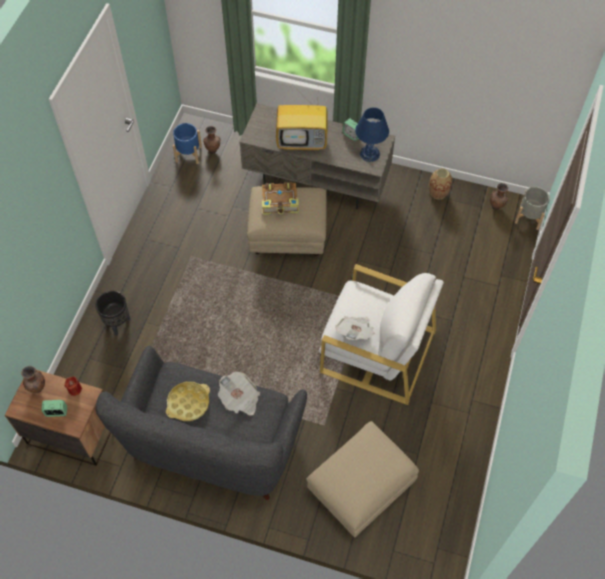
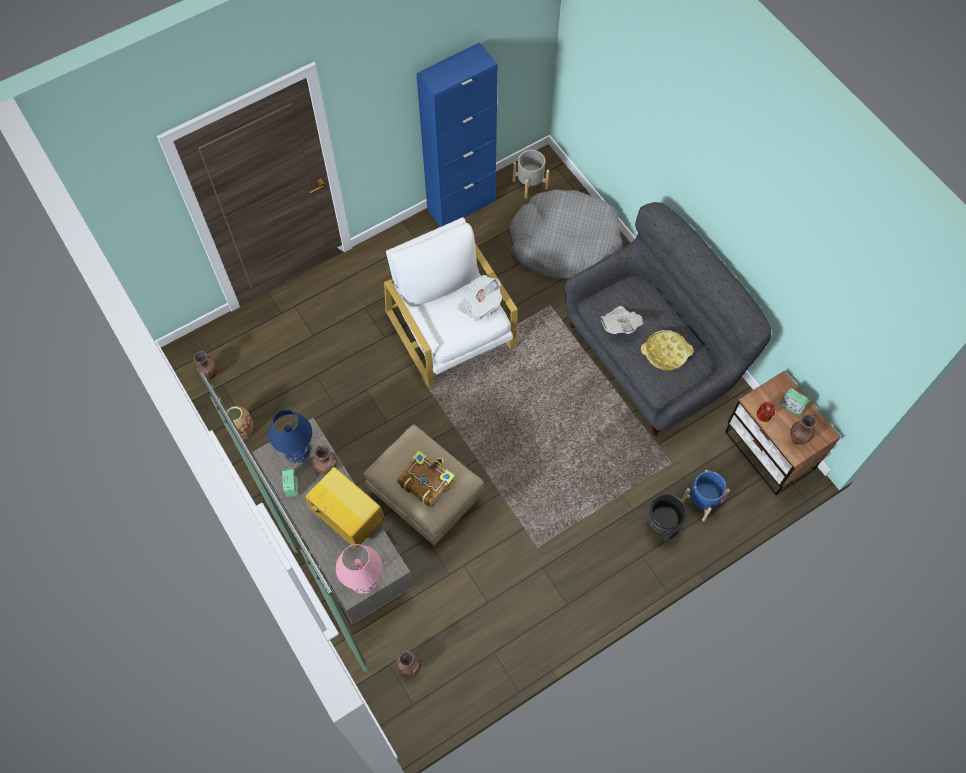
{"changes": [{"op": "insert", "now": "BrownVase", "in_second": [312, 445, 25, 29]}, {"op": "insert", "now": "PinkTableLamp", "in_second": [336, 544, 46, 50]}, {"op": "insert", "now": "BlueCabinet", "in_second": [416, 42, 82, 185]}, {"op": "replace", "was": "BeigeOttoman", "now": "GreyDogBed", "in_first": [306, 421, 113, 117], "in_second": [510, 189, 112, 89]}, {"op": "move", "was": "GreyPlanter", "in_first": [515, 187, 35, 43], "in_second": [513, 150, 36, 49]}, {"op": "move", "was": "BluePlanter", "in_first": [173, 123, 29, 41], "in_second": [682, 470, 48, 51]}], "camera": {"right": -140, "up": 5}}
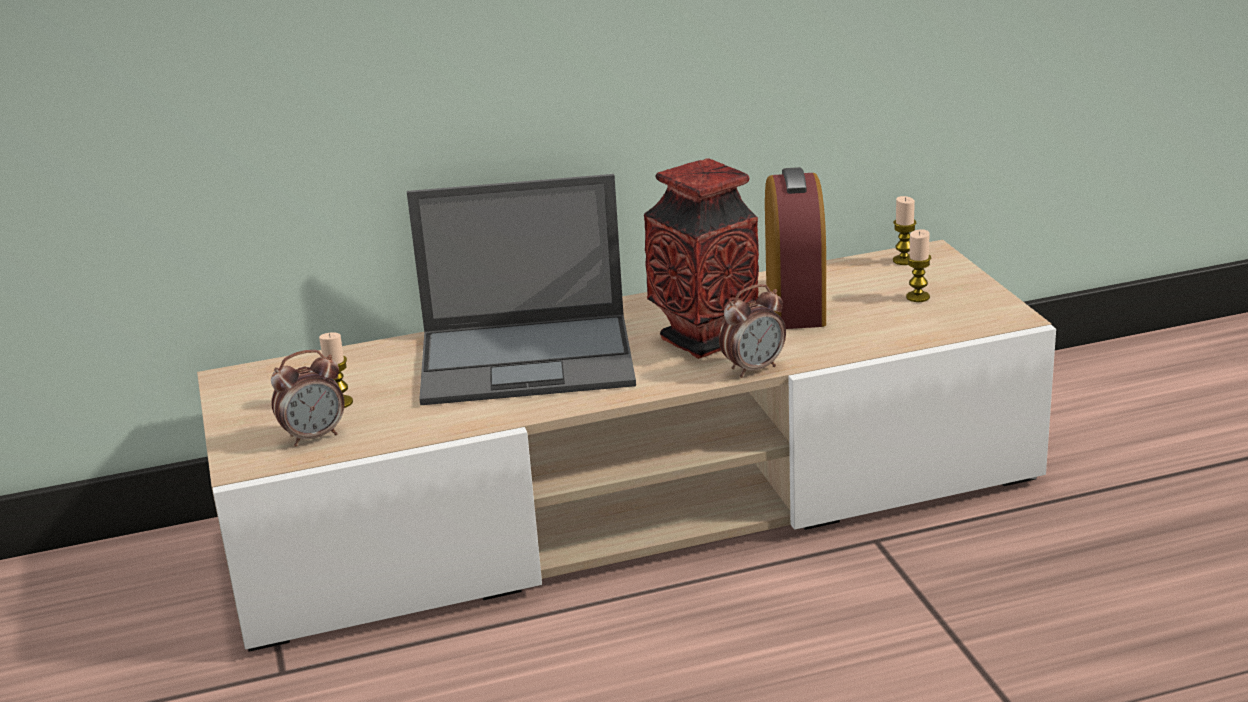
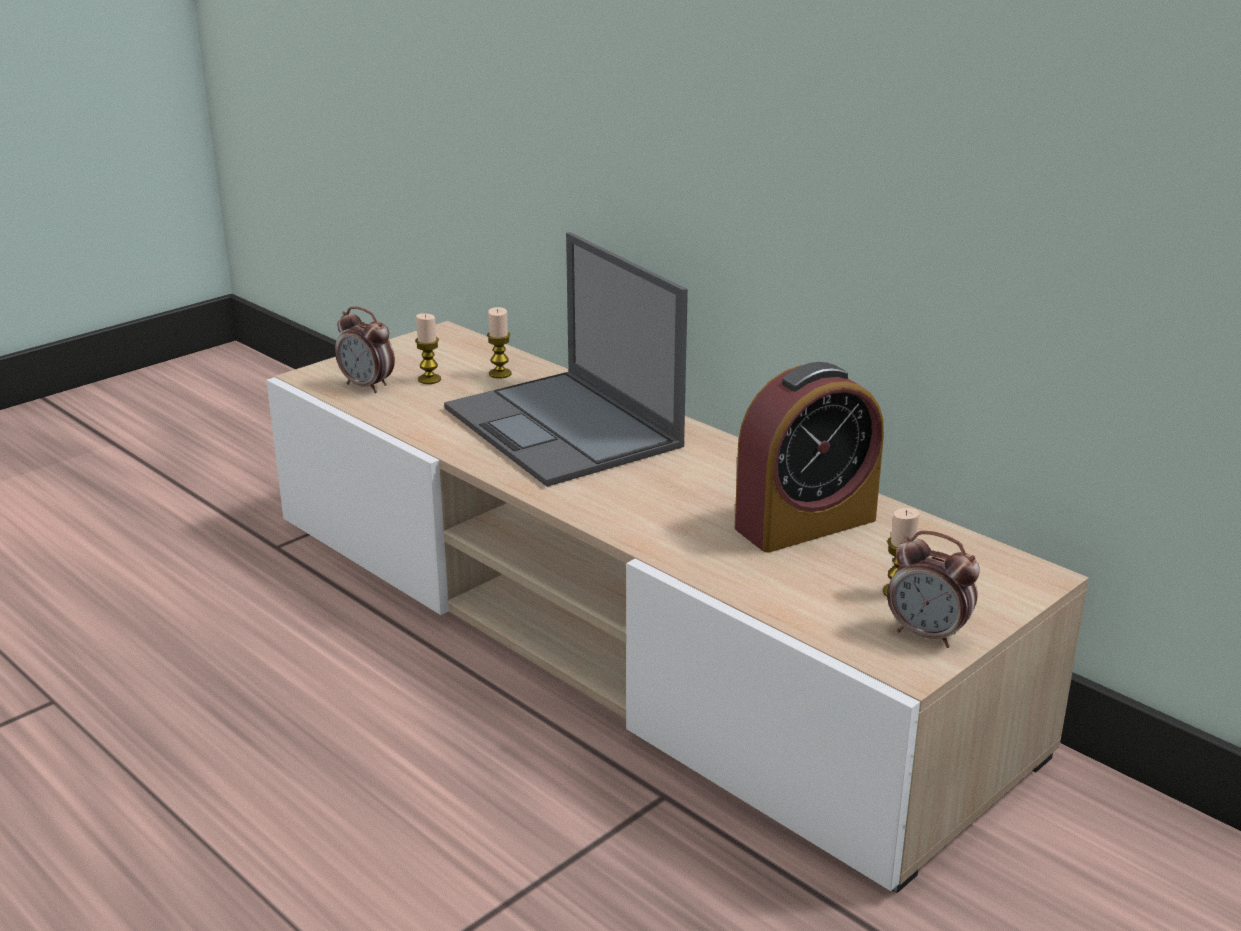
{"changes": [{"op": "move", "was": "Candle", "in_first": [893, 196, 23, 69], "in_second": [487, 307, 25, 72]}, {"op": "move", "was": "AlarmClock", "in_first": [719, 284, 67, 94], "in_second": [887, 531, 93, 117]}, {"op": "delete", "was": "Vase", "in_first": [644, 158, 115, 201]}], "camera": {"right": 60, "up": 0}}
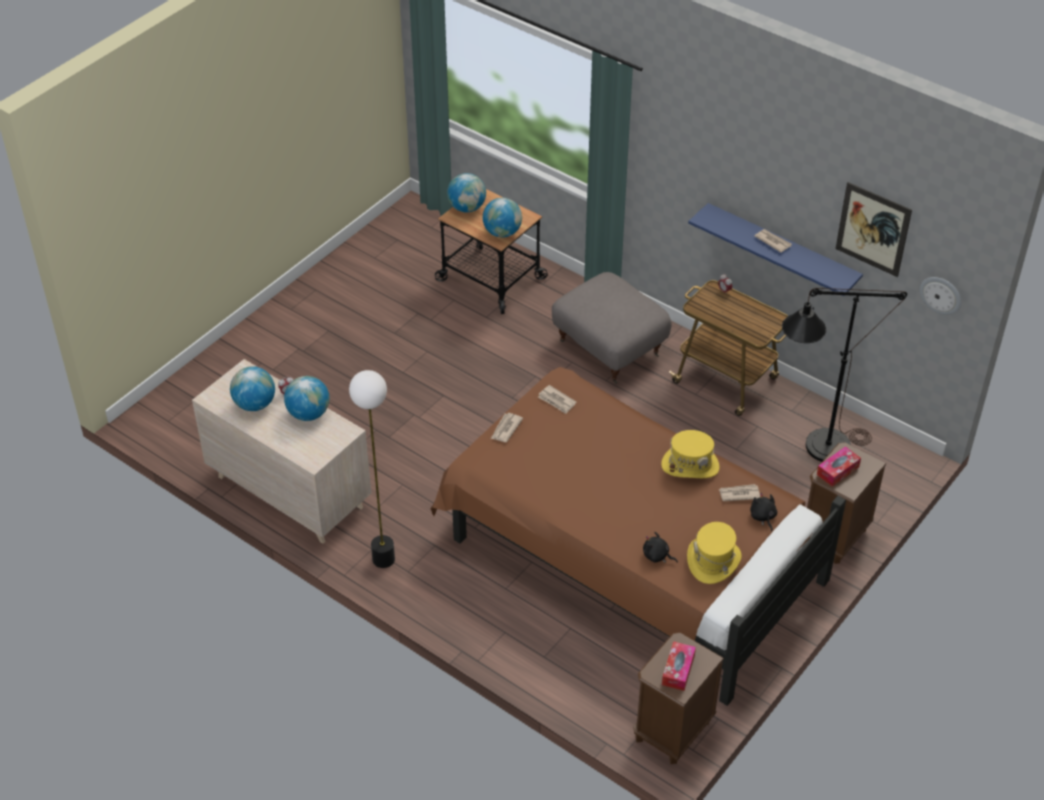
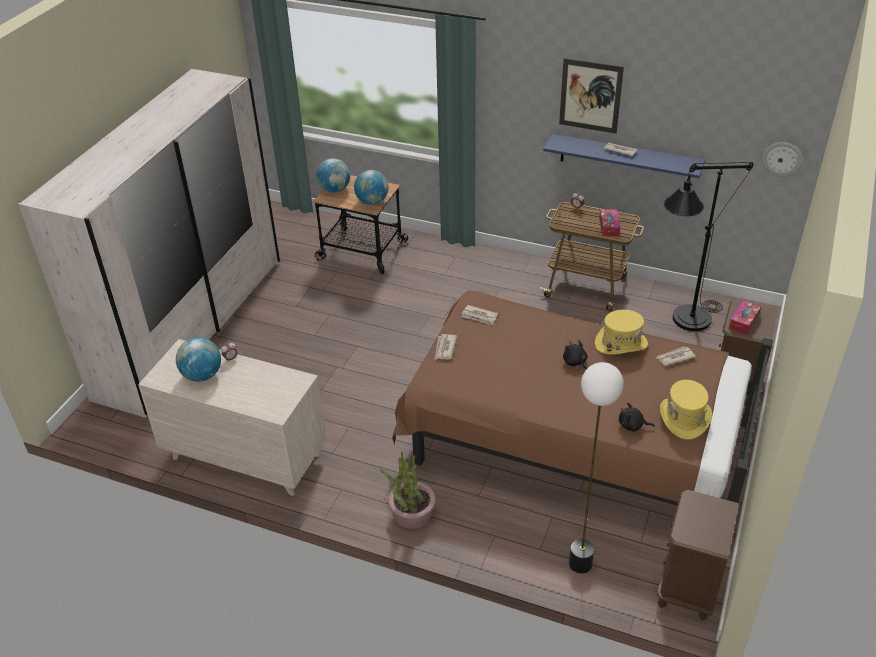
{"changes": [{"op": "insert", "now": "WhiteWardrobe", "in_second": [18, 69, 262, 349]}, {"op": "insert", "now": "PottedPlant", "in_second": [380, 451, 56, 78]}, {"op": "move", "was": "Picture", "in_first": [836, 182, 76, 95], "in_second": [559, 58, 65, 75]}, {"op": "move", "was": "BlackPlushToy", "in_first": [750, 493, 27, 39], "in_second": [563, 340, 25, 29]}, {"op": "move", "was": "FloorLamp", "in_first": [349, 370, 46, 198], "in_second": [569, 362, 55, 211]}, {"op": "move", "was": "TissueBox", "in_first": [662, 641, 34, 50], "in_second": [599, 209, 21, 28]}, {"op": "delete", "was": "Globe", "in_first": [284, 376, 46, 45]}, {"op": "delete", "was": "GreyOttoman", "in_first": [552, 272, 120, 112]}], "camera": {"right": -15, "up": -5}}
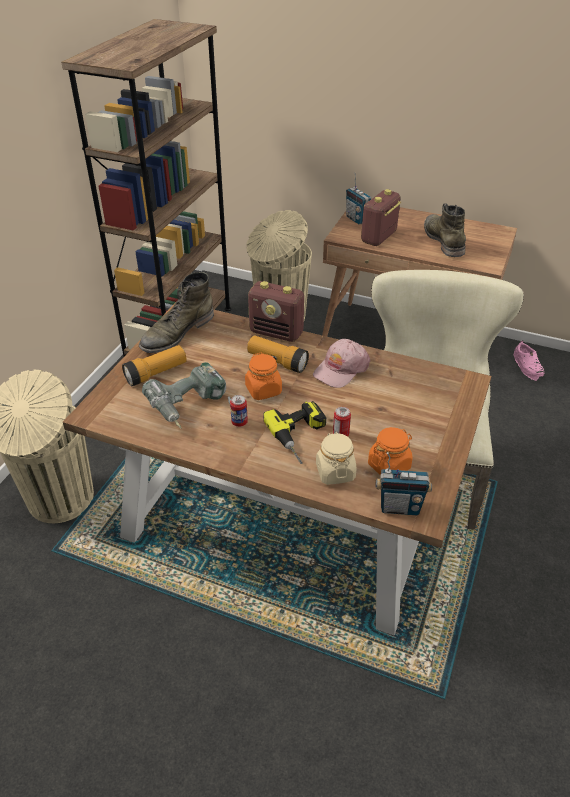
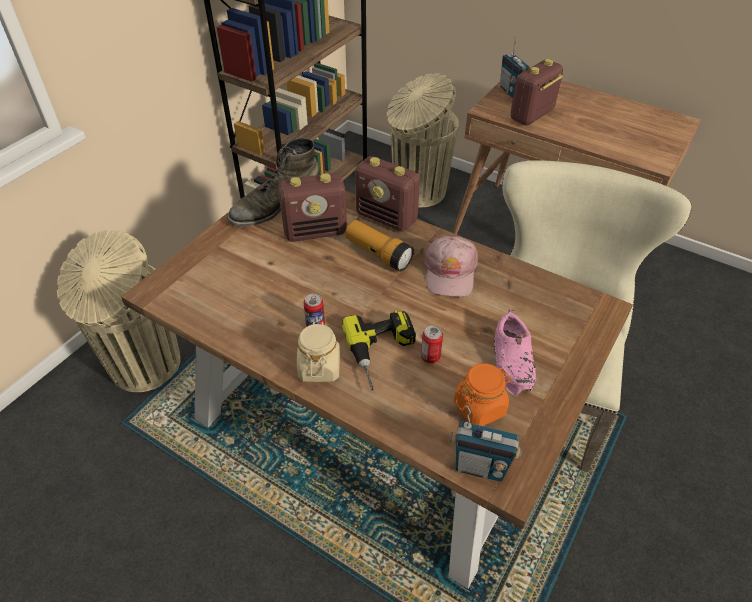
{"changes": [{"op": "insert", "now": "Radio", "in_second": [278, 173, 69, 69]}, {"op": "move", "was": "BeigeJar", "in_first": [316, 432, 40, 53], "in_second": [297, 322, 43, 60]}, {"op": "rotate", "was": "PinkCap", "in_first": [313, 339, 57, 49], "in_second": [424, 236, 54, 61], "clockwise": -45}, {"op": "move", "was": "PinkShoe", "in_first": [514, 341, 30, 40], "in_second": [494, 310, 42, 86]}, {"op": "delete", "was": "Flashlight", "in_first": [122, 345, 65, 41]}, {"op": "delete", "was": "PowerDrill", "in_first": [142, 362, 89, 66]}, {"op": "delete", "was": "OrangeJar", "in_first": [245, 353, 37, 47]}, {"op": "delete", "was": "GreenBoot", "in_first": [424, 203, 42, 54]}], "camera": {"right": 10, "up": 5}}
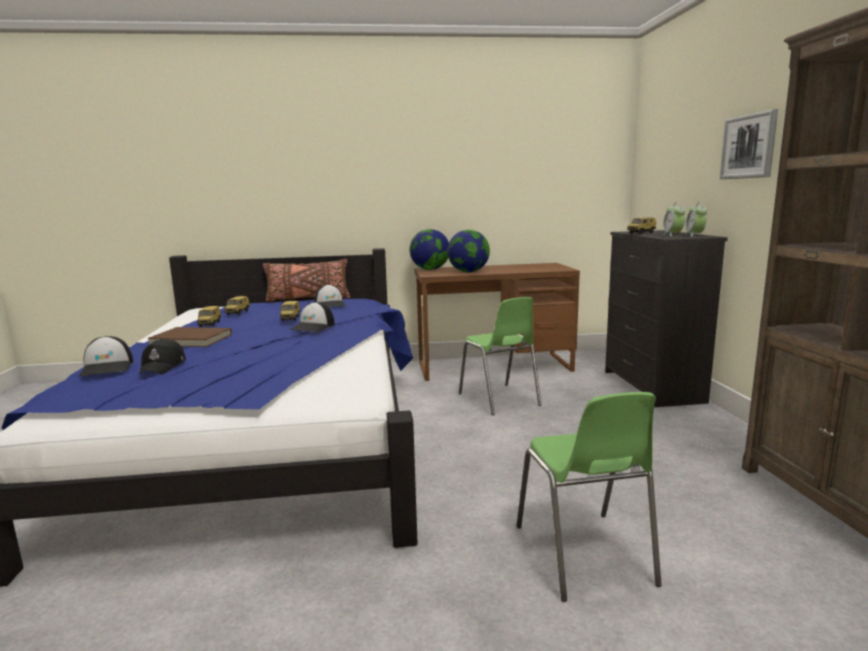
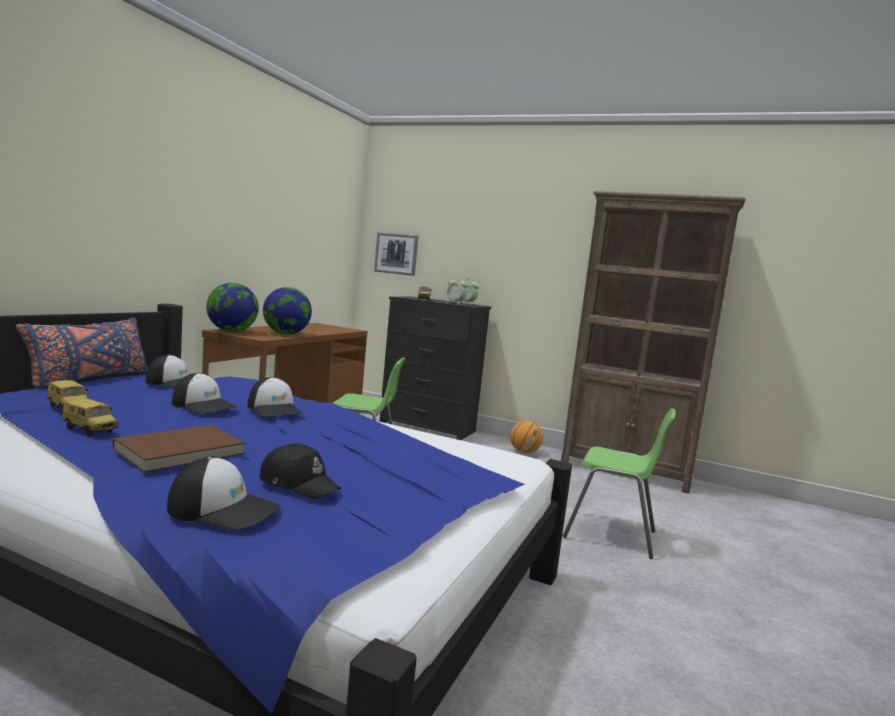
{"changes": [{"op": "recolor", "was": "BrownPillow", "now": "BluePillow", "in_first": [263, 259, 87, 43], "in_second": [16, 317, 132, 71]}, {"op": "replace", "was": "ToyCar", "now": "Cap", "in_first": [280, 301, 20, 21], "in_second": [172, 373, 66, 41]}, {"op": "move", "was": "Picture", "in_first": [720, 109, 58, 70], "in_second": [374, 232, 45, 44]}, {"op": "insert", "now": "Basketball", "in_second": [510, 421, 33, 32]}], "camera": {"right": -60, "up": -5}}
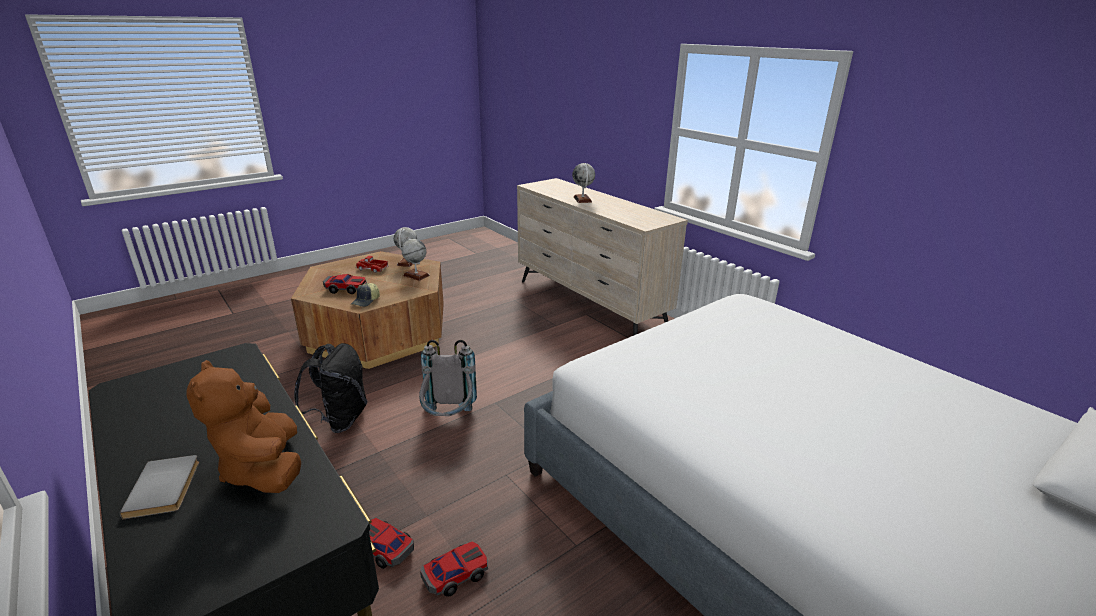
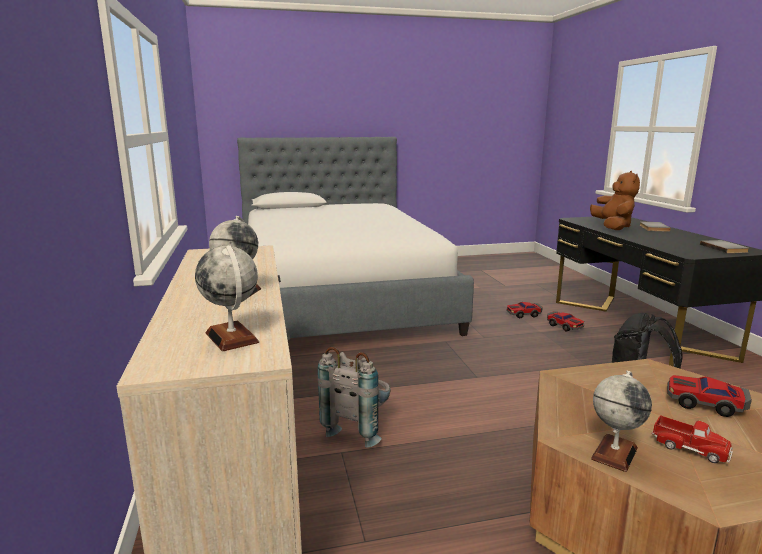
{"changes": [{"op": "move", "was": "Globe", "in_first": [402, 237, 28, 44], "in_second": [195, 245, 64, 106]}, {"op": "move", "was": "GreyBackpack", "in_first": [419, 340, 58, 76], "in_second": [318, 347, 73, 101]}, {"op": "insert", "now": "GreyBook", "in_second": [700, 240, 49, 13]}, {"op": "delete", "was": "Cap", "in_first": [351, 283, 29, 24]}], "camera": {"right": -155, "up": -10}}
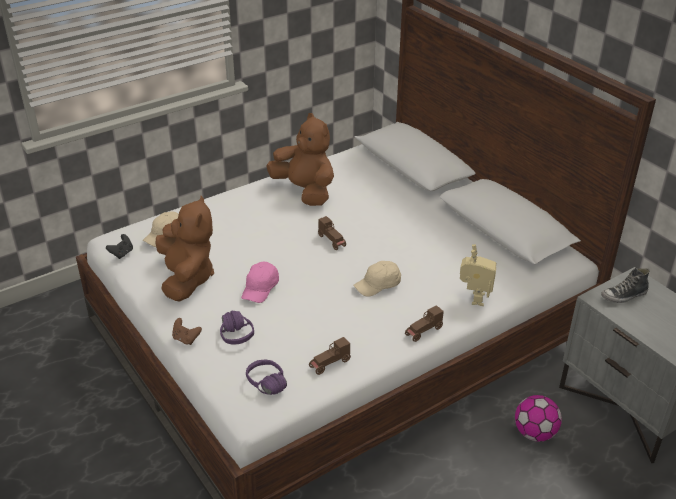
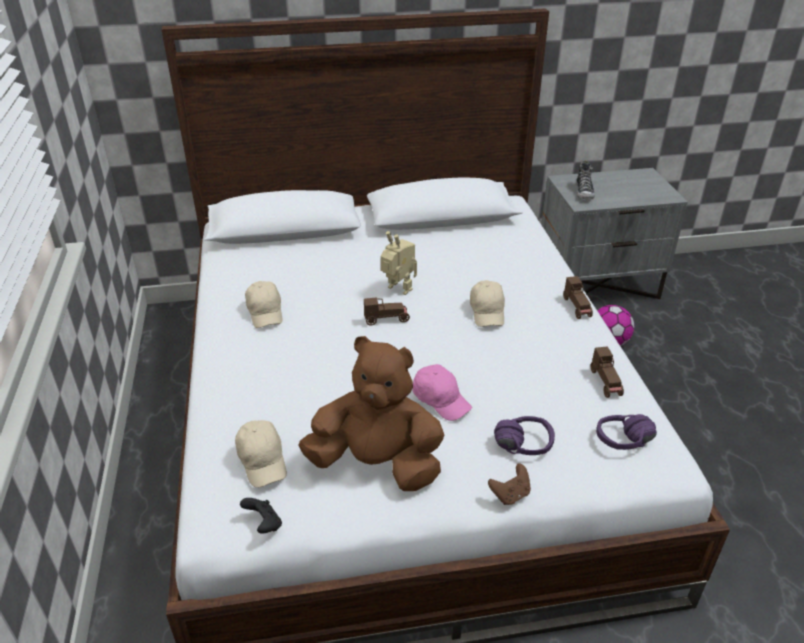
{"changes": [{"op": "replace", "was": "BrownPlushToy", "now": "BeigeCap", "in_first": [266, 113, 68, 93], "in_second": [245, 281, 37, 47]}, {"op": "move", "was": "ToyRobot", "in_first": [460, 244, 36, 62], "in_second": [381, 231, 36, 64]}], "camera": {"right": -65, "up": 0}}
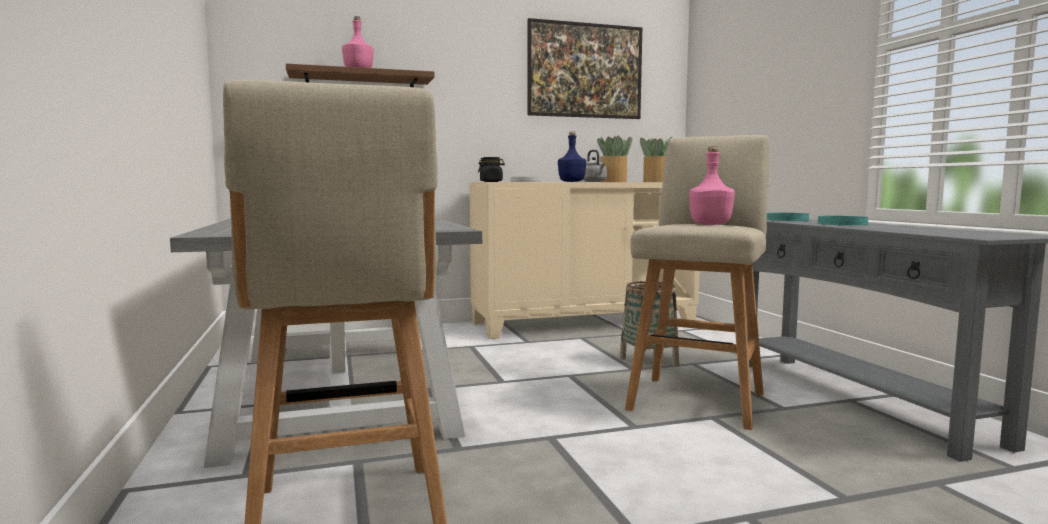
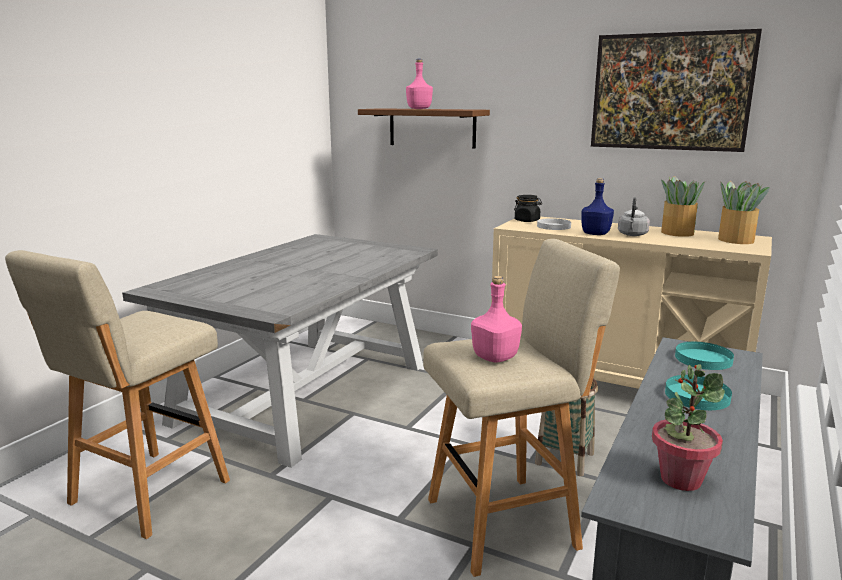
{"changes": [{"op": "insert", "now": "PottedPlant", "in_second": [652, 364, 73, 127]}], "camera": {"right": 45, "up": 10}}
